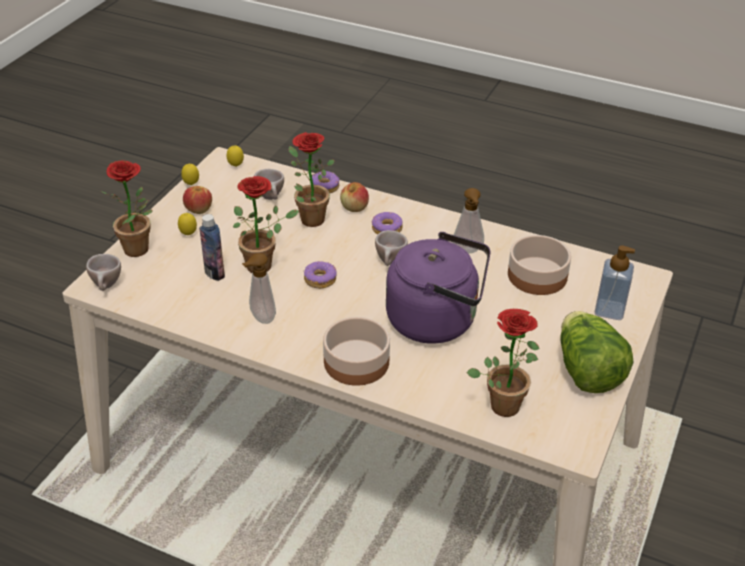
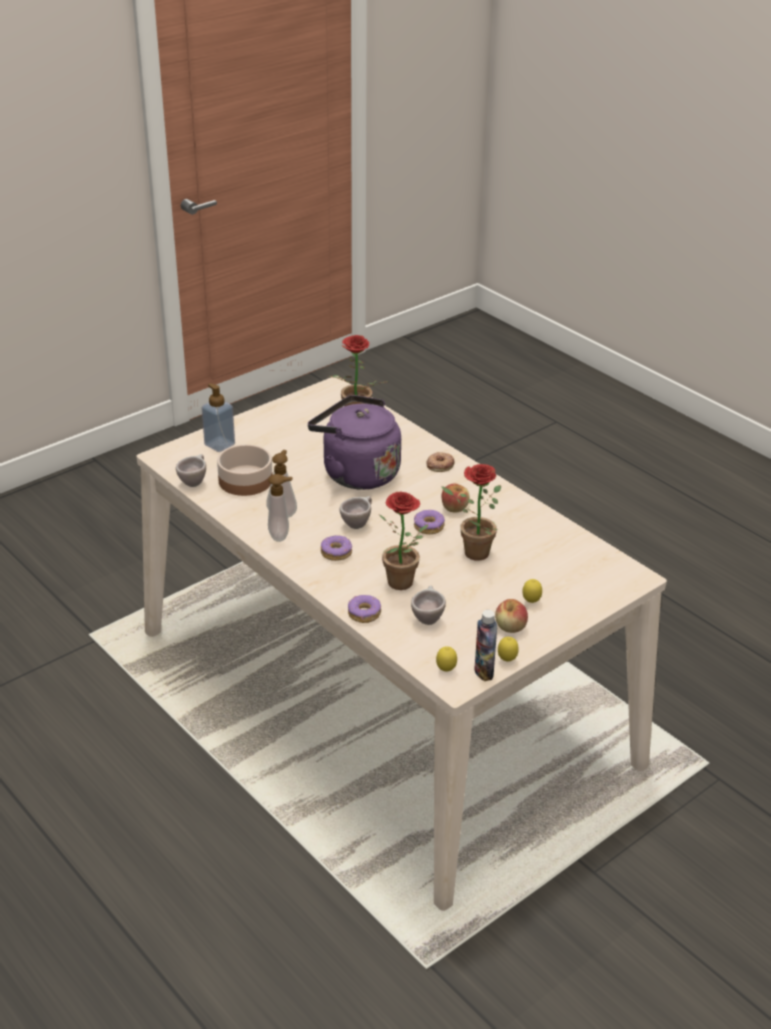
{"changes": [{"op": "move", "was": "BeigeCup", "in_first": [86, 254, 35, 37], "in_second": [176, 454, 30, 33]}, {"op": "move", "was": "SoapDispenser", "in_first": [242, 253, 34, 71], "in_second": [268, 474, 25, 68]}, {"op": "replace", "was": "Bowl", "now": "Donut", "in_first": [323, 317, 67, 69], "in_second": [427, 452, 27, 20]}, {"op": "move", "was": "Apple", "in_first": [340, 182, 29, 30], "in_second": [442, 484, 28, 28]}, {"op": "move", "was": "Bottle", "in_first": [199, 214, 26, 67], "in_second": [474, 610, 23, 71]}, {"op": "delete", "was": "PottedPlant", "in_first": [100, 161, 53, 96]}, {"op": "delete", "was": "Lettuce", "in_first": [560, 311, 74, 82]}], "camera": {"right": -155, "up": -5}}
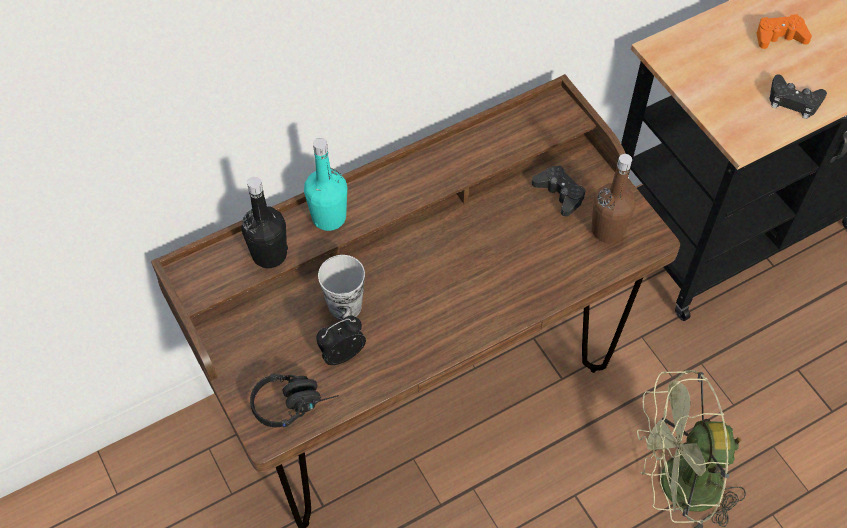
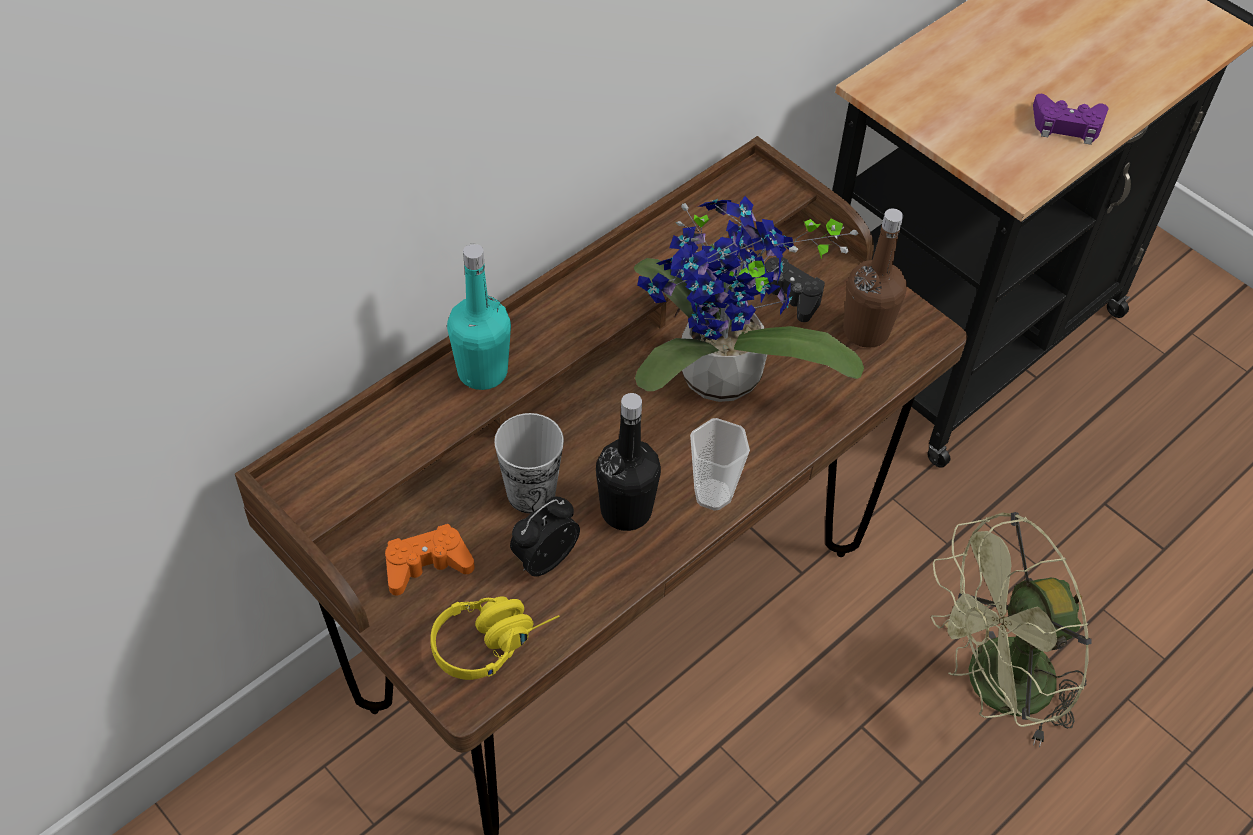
{"changes": [{"op": "move", "was": "OrangeGameController", "in_first": [757, 14, 55, 35], "in_second": [385, 524, 90, 71]}, {"op": "recolor", "was": "BlackHeadphones", "now": "YellowHeadphones", "in_first": [250, 374, 89, 53], "in_second": [430, 596, 130, 84]}, {"op": "move", "was": "BlackBottle", "in_first": [241, 177, 47, 91], "in_second": [596, 393, 65, 138]}, {"op": "insert", "now": "PottedPlant", "in_second": [634, 196, 230, 206]}, {"op": "insert", "now": "Cup", "in_second": [690, 418, 60, 93]}, {"op": "recolor", "was": "BlackGameController", "now": "PurpleGameController", "in_first": [770, 75, 57, 44], "in_second": [1033, 94, 75, 51]}], "camera": {"right": -15, "up": -5}}
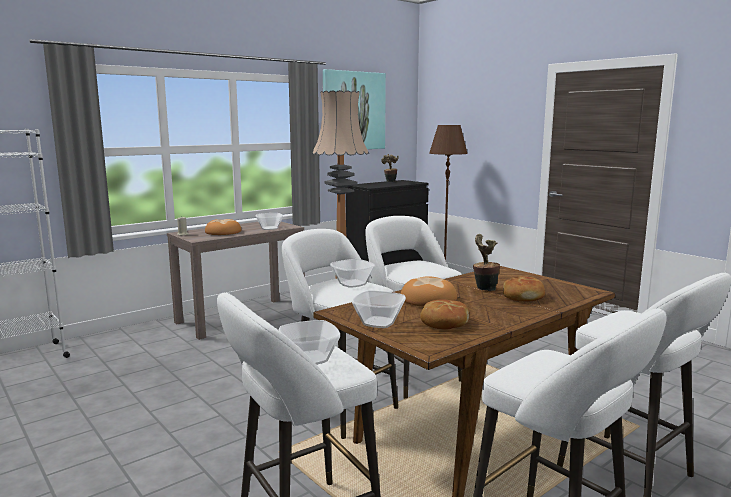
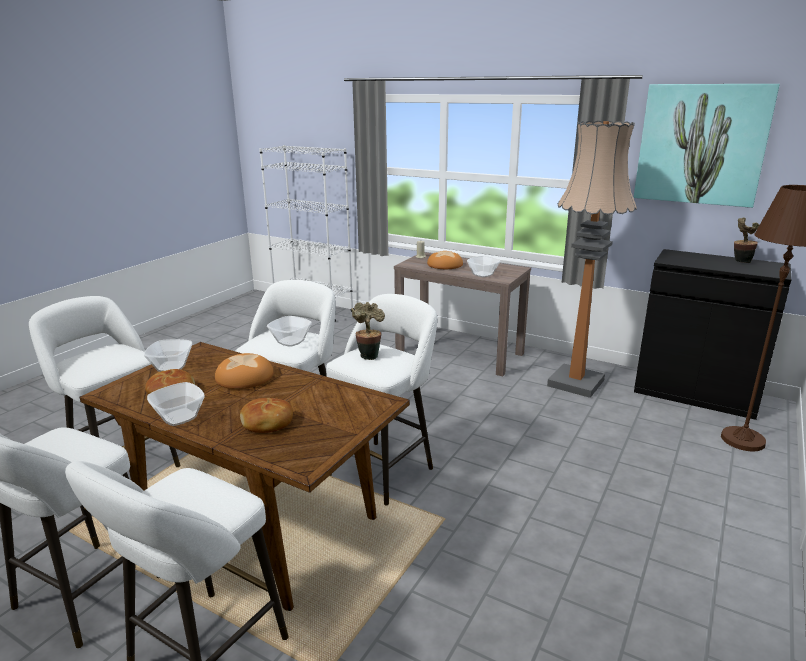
{"changes": [{"op": "move", "was": "Bowl", "in_first": [279, 320, 61, 45], "in_second": [147, 382, 58, 44]}, {"op": "move", "was": "PottedPlant", "in_first": [473, 234, 27, 57], "in_second": [351, 302, 34, 58]}], "camera": {"right": 70, "up": 10}}
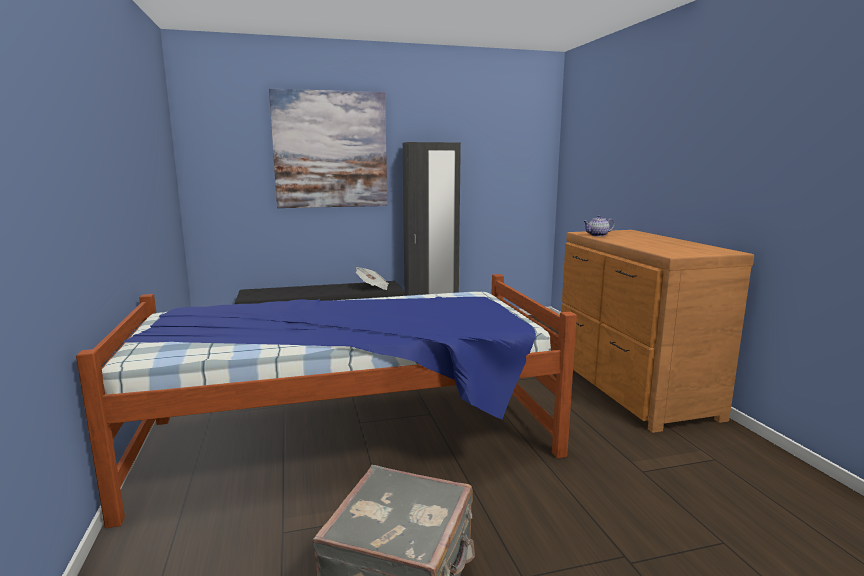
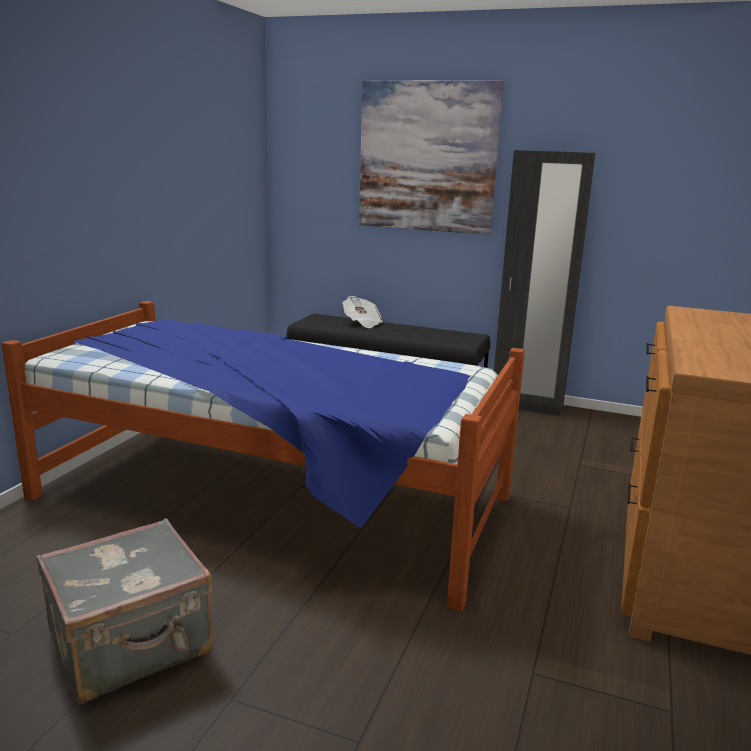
{"changes": [{"op": "move", "was": "Newspaper", "in_first": [356, 267, 33, 23], "in_second": [342, 296, 41, 32]}, {"op": "delete", "was": "Teapot", "in_first": [583, 215, 32, 21]}], "camera": {"right": 35, "up": 5}}
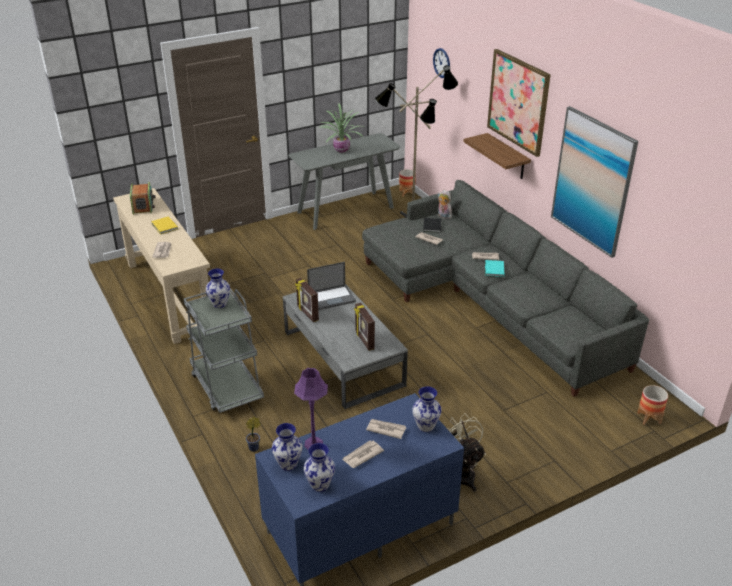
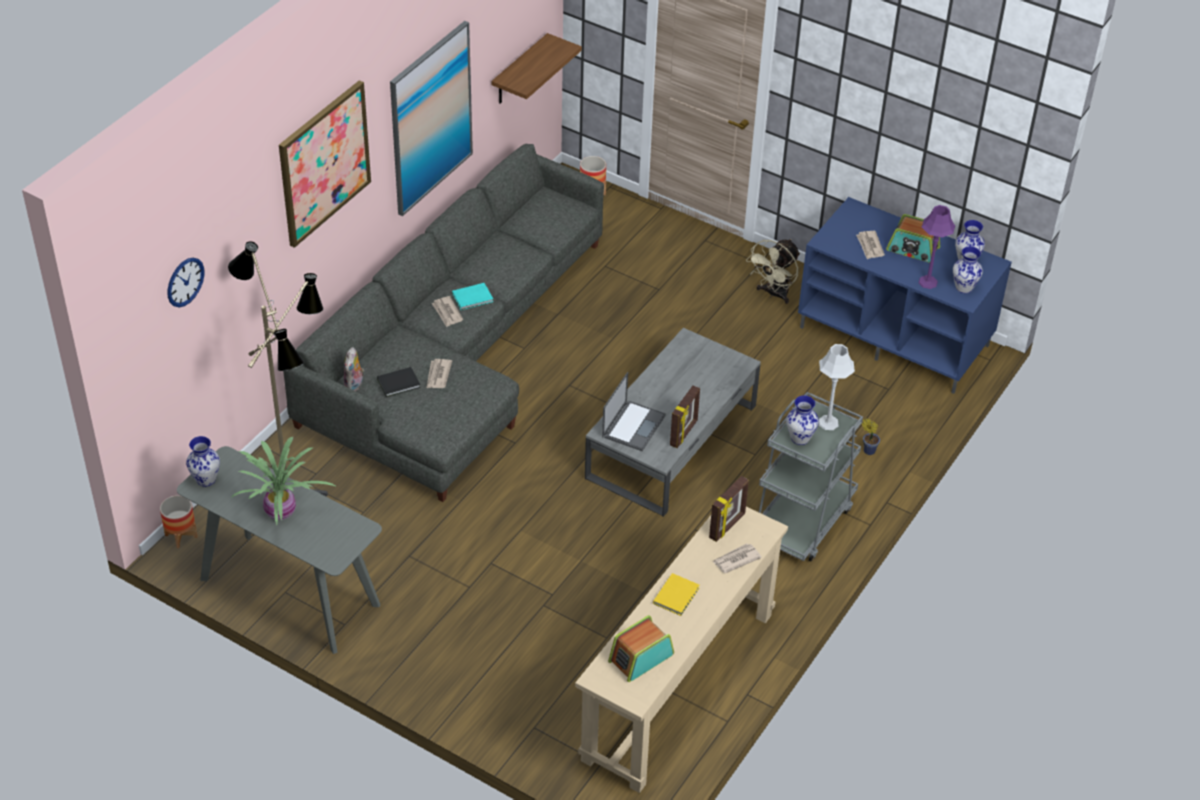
{"changes": [{"op": "move", "was": "Vase", "in_first": [412, 386, 30, 46], "in_second": [186, 436, 34, 51]}, {"op": "move", "was": "Shelf", "in_first": [463, 133, 68, 46], "in_second": [491, 33, 91, 70]}, {"op": "rotate", "was": "Laptop", "in_first": [307, 262, 49, 48], "in_second": [602, 372, 64, 79], "clockwise": 75}, {"op": "move", "was": "PictureFrame", "in_first": [354, 303, 21, 48], "in_second": [709, 476, 40, 66]}, {"op": "insert", "now": "GreyTableLamp", "in_second": [819, 344, 36, 86]}, {"op": "replace", "was": "Newspaper", "now": "Radio", "in_first": [342, 441, 42, 27], "in_second": [886, 214, 54, 49]}], "camera": {"right": -120, "up": 10}}
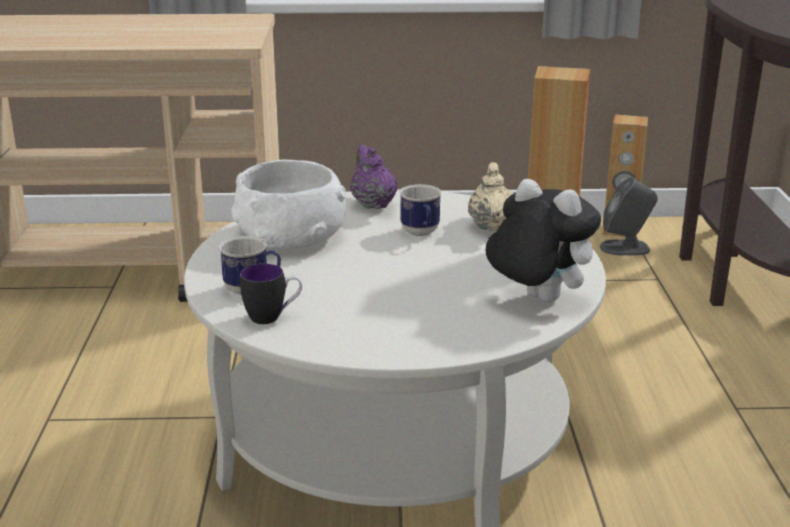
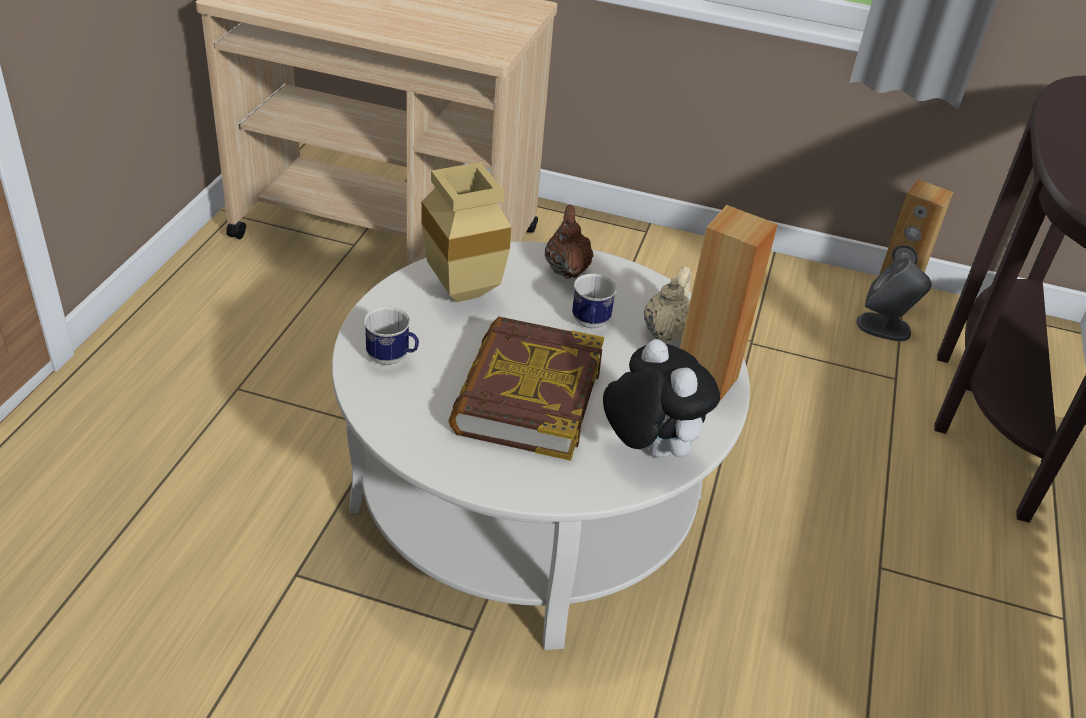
{"changes": [{"op": "replace", "was": "WhiteBowl", "now": "BeigeVase", "in_first": [231, 160, 115, 89], "in_second": [421, 162, 91, 140]}, {"op": "insert", "now": "Book", "in_second": [448, 316, 156, 145]}, {"op": "recolor", "was": "PurpleTeapot", "now": "BrownTeapot", "in_first": [350, 145, 48, 64], "in_second": [545, 205, 49, 73]}, {"op": "delete", "was": "Mug", "in_first": [240, 264, 62, 60]}], "camera": {"right": 15, "up": 15}}
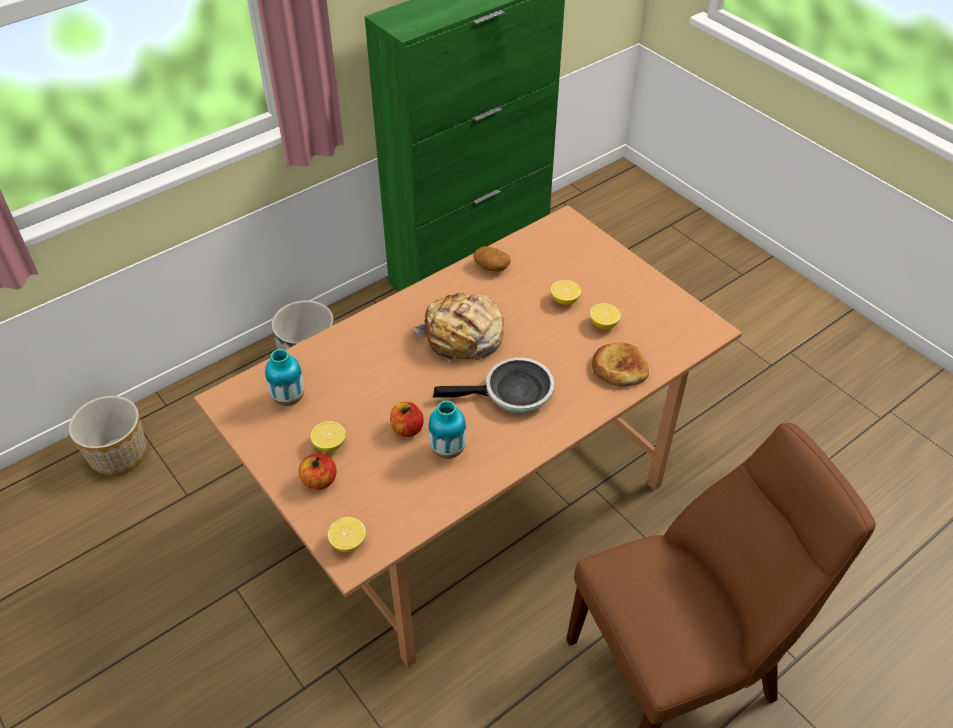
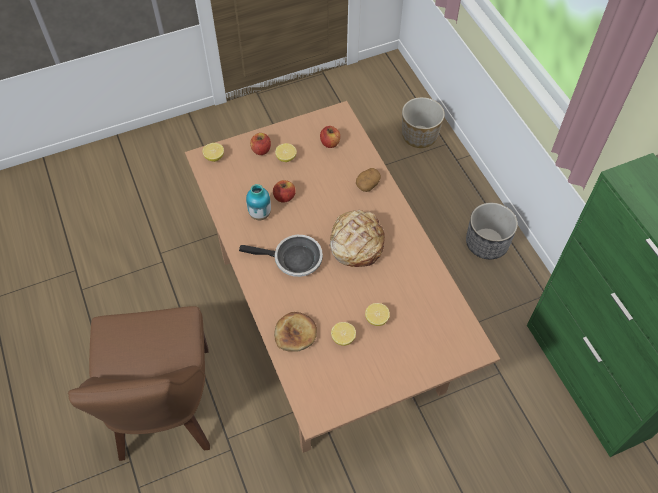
{"changes": [{"op": "rotate", "was": "FryingPan", "in_first": [433, 358, 121, 55], "in_second": [239, 235, 84, 42], "clockwise": -90}, {"op": "replace", "was": "Vase", "now": "Apple", "in_first": [265, 349, 39, 57], "in_second": [320, 126, 20, 22]}, {"op": "move", "was": "Potato", "in_first": [473, 246, 38, 26], "in_second": [356, 168, 25, 24]}], "camera": {"right": 105, "up": 10}}
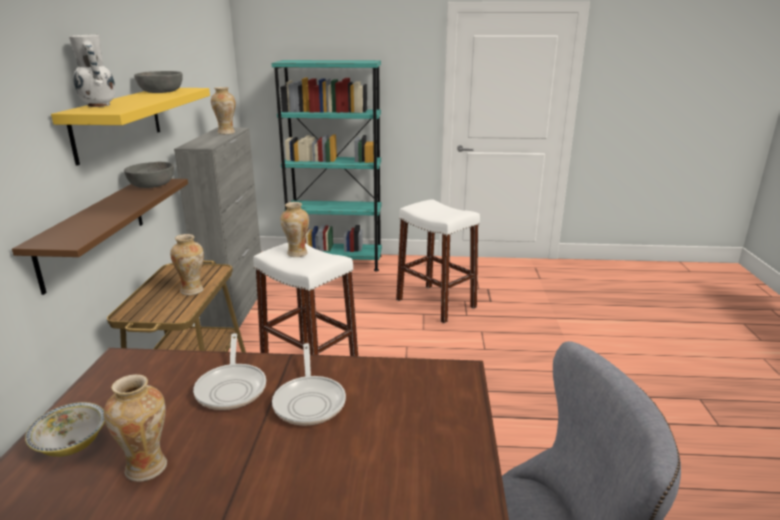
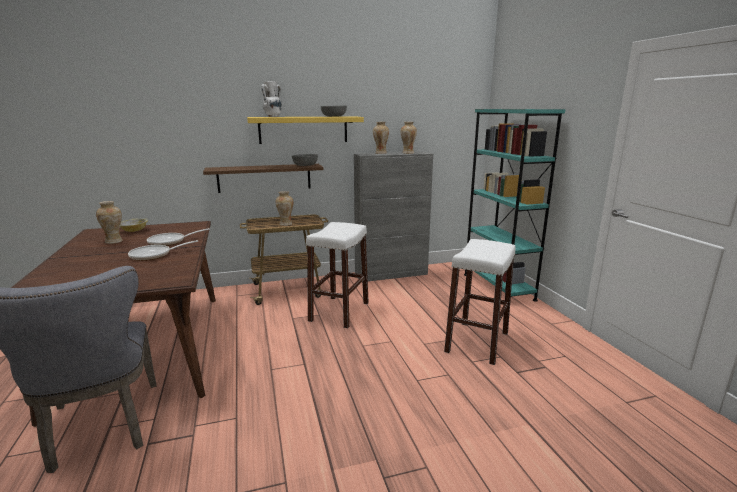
{"changes": [{"op": "move", "was": "Vase", "in_first": [281, 202, 28, 55], "in_second": [373, 122, 16, 32]}], "camera": {"right": 70, "up": -5}}
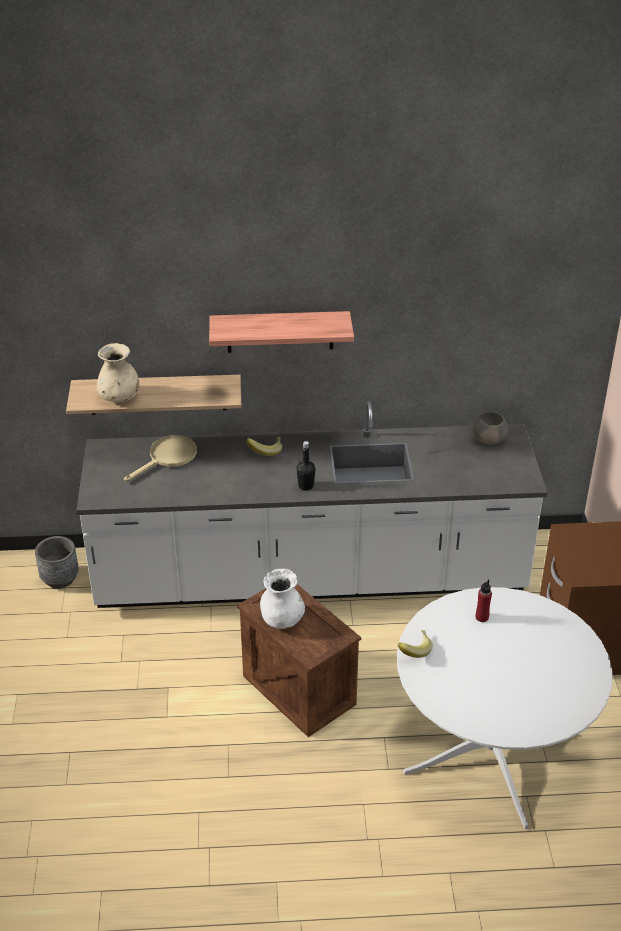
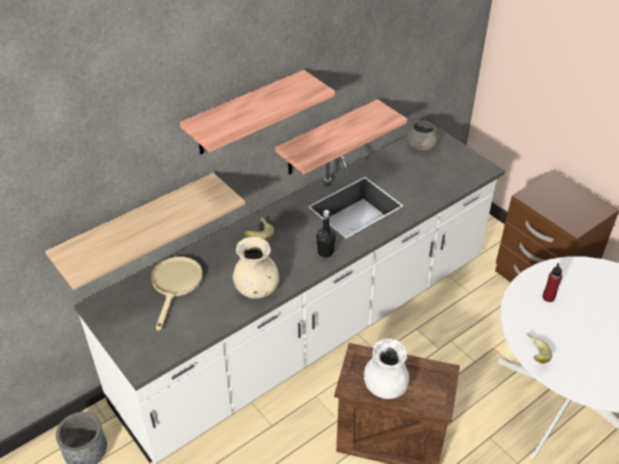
{"changes": [{"op": "move", "was": "BeigeVase", "in_first": [97, 343, 42, 59], "in_second": [233, 236, 46, 62]}, {"op": "insert", "now": "Shelf", "in_second": [275, 99, 132, 76]}], "camera": {"right": -35, "up": 5}}
